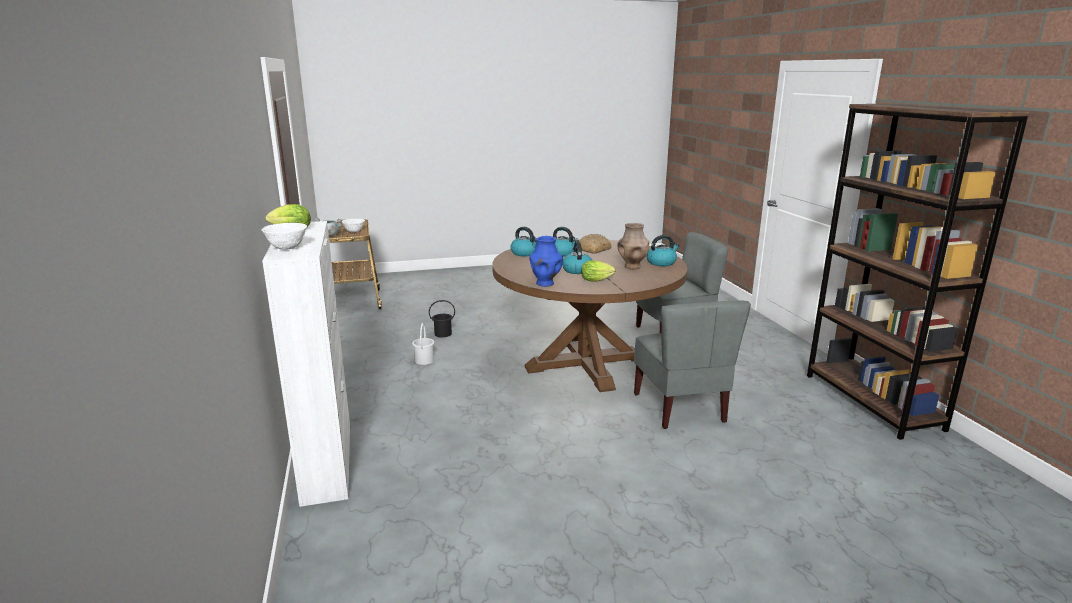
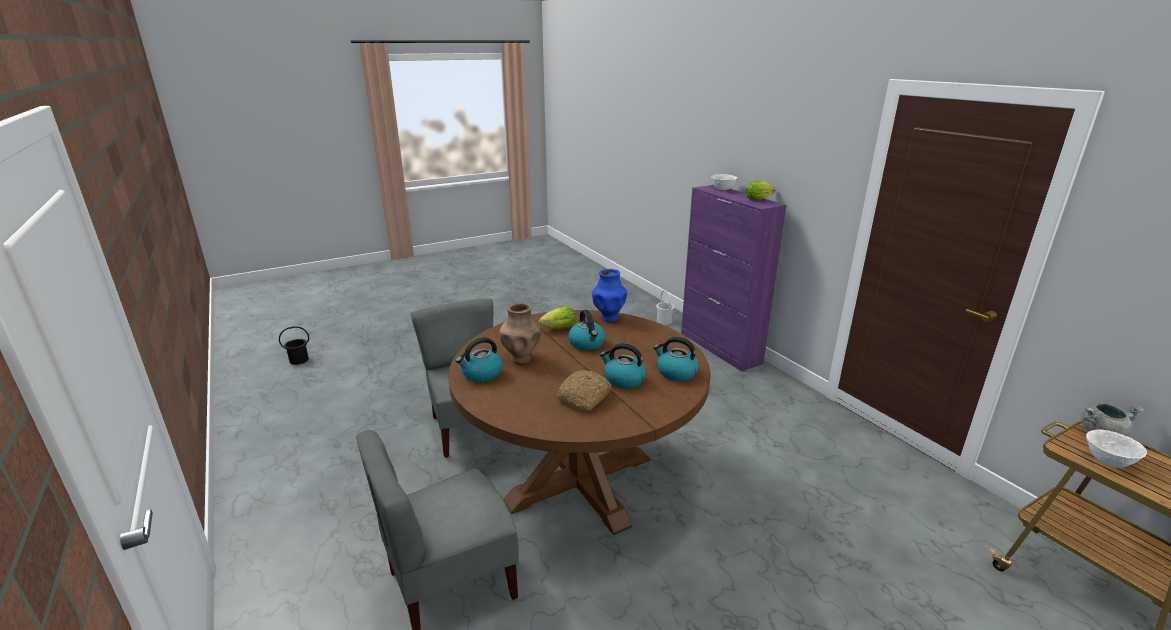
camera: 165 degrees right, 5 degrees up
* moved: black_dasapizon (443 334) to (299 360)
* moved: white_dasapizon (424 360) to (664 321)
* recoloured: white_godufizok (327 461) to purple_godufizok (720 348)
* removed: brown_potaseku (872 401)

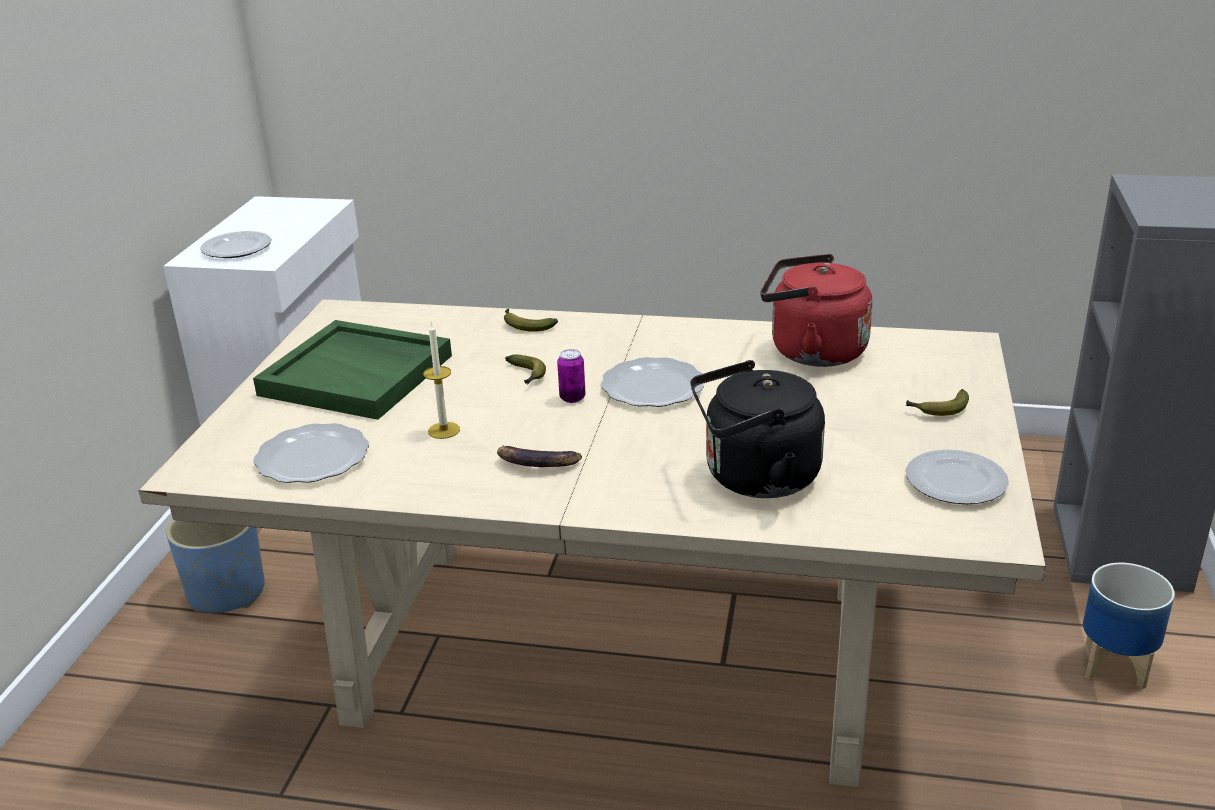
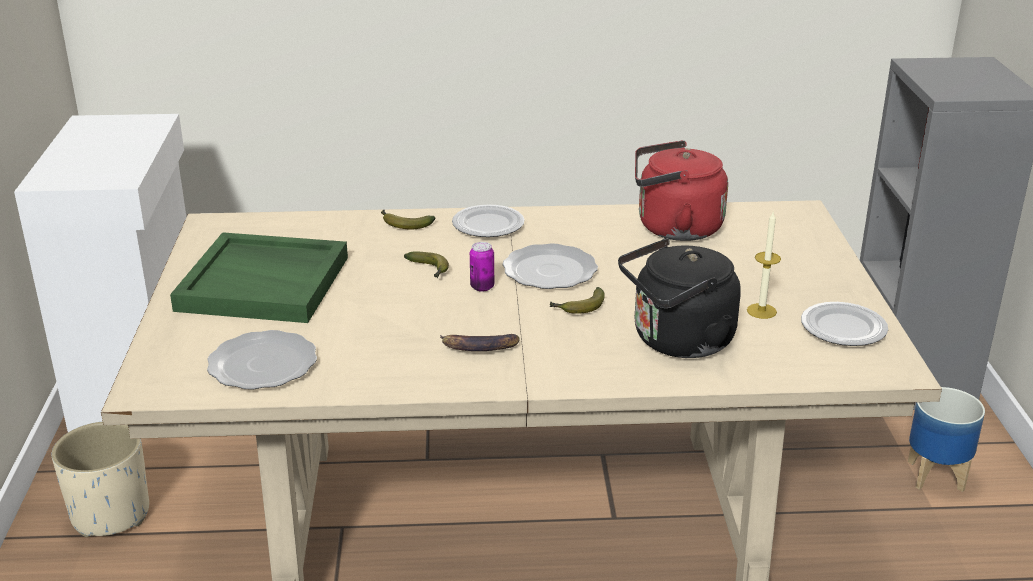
camera: 15 degrees left, 0 degrees up
* recoloured: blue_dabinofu (227 592) to beige_dabinofu (111 514)
* moved: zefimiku (237 249) to (488 225)
* moved: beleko (938 410) to (579 308)
* moved: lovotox (444 430) to (761 311)

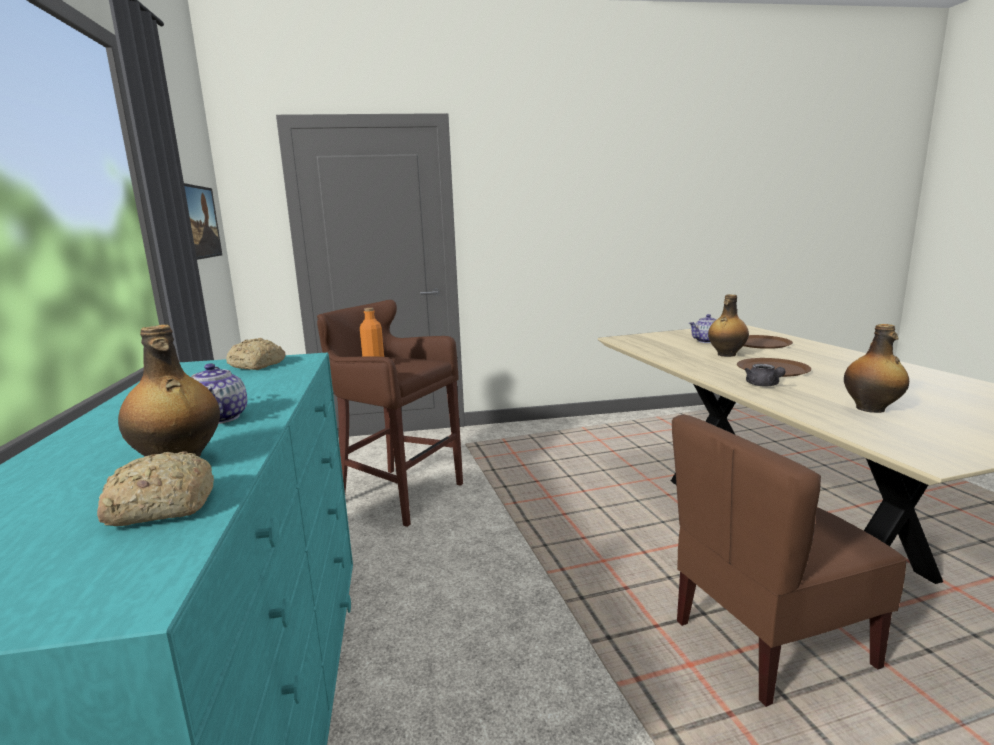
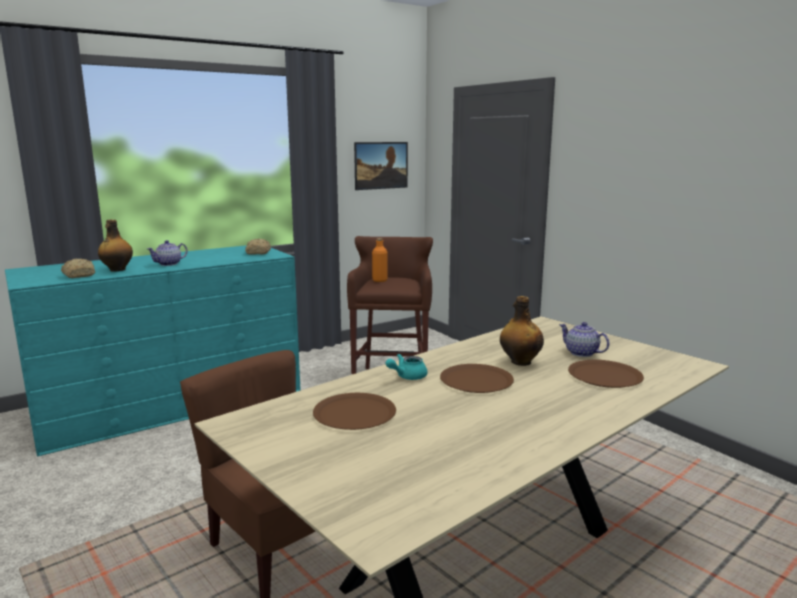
camera: 65 degrees right, 0 degrees up
* replaced: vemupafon (871 409) to brown_zefimiku (354 413)
* recoloured: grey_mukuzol (764 385) to turquoise_mukuzol (407 377)

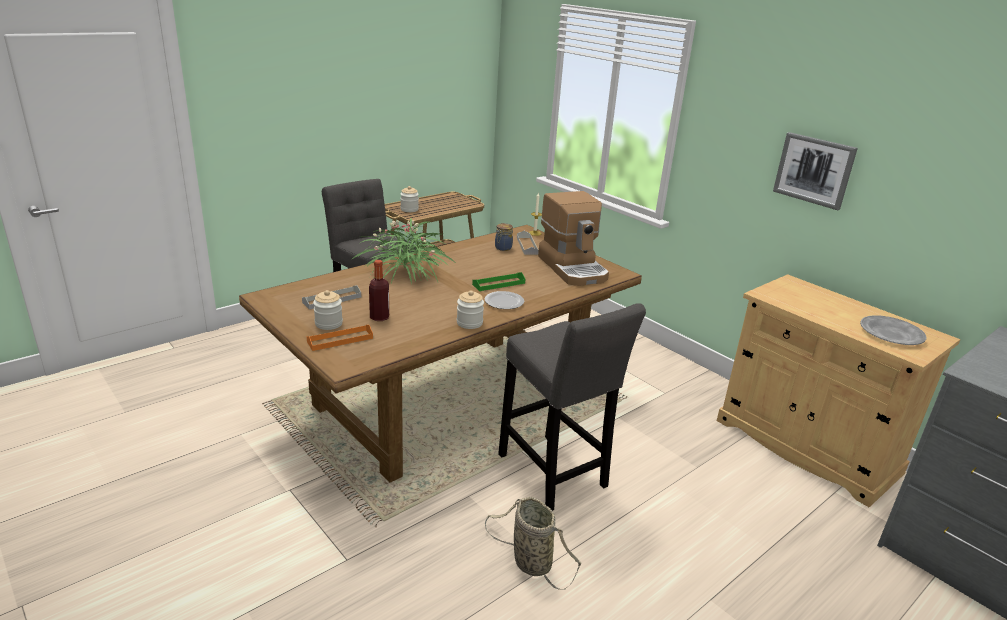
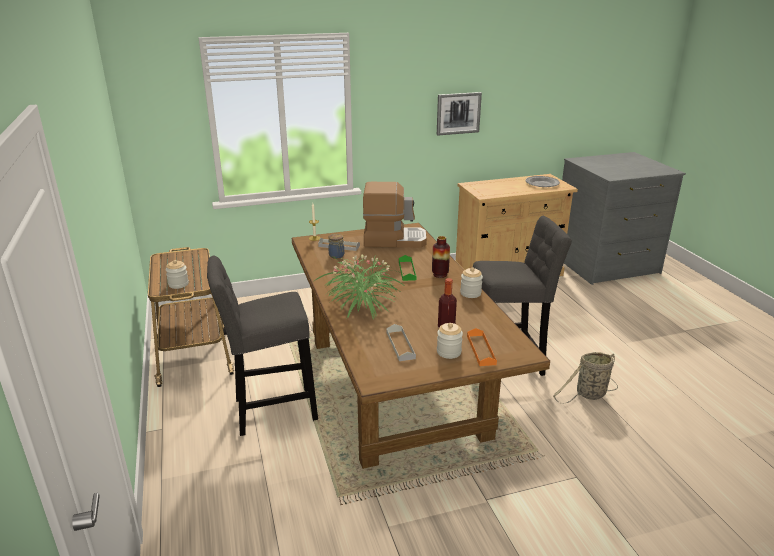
camera: 65 degrees left, 0 degrees up
* replaced: zefimiku (504 302) to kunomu (440 274)

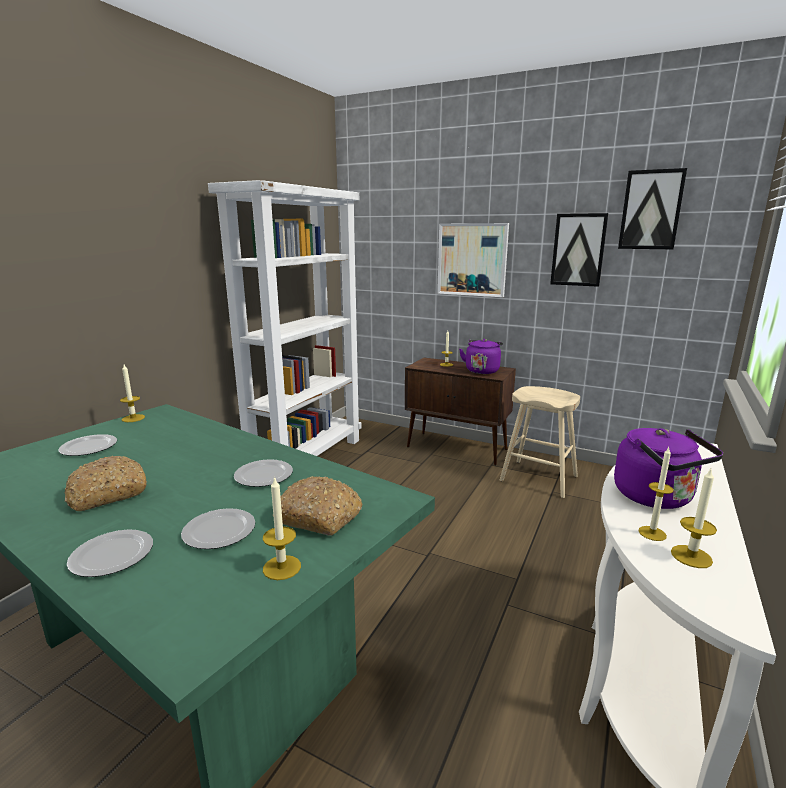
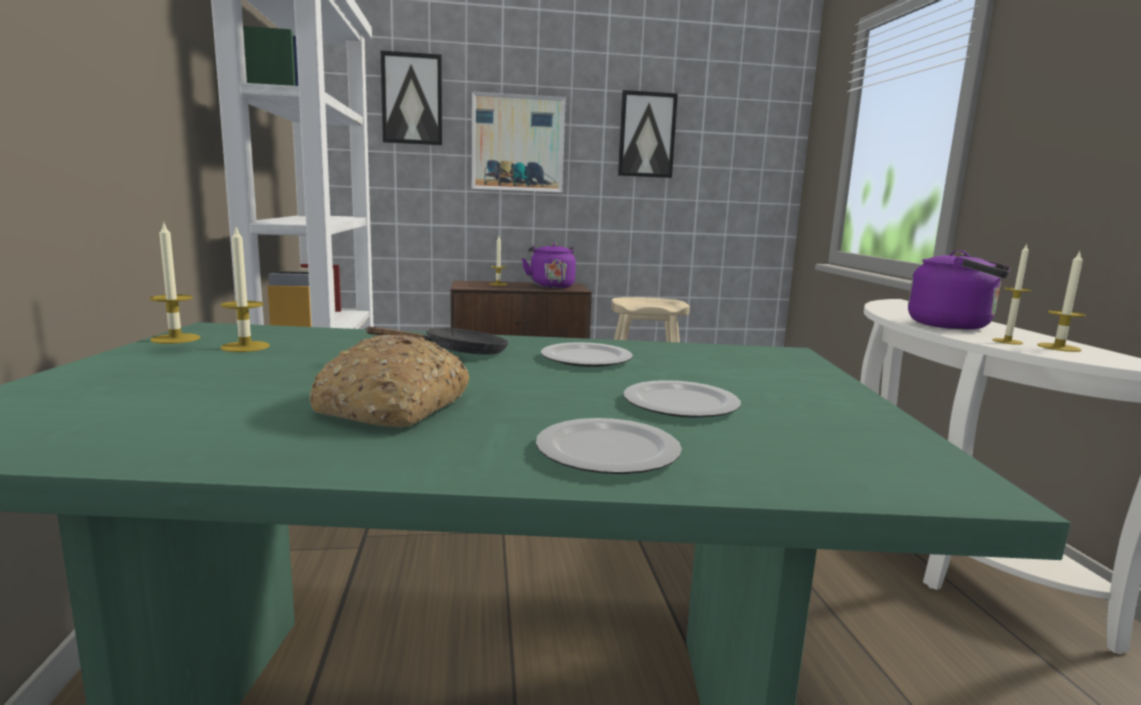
camera: 35 degrees left, 5 degrees down
* moved: lovotox (282 567) to (245 347)
* added: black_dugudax (457 353)
* moved: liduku (651 210) to (412 99)
* removed: zefimiku (88 447)
* removed: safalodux (320 516)

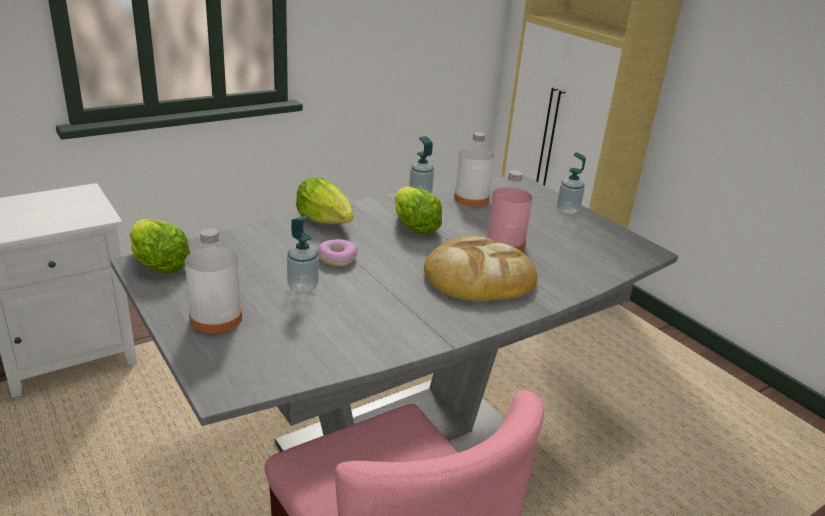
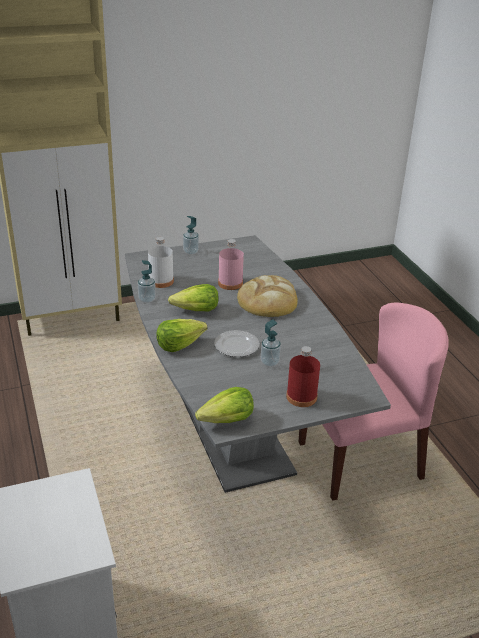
camera: 75 degrees left, 5 degrees up
* replaced: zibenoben (337 258) to zefimiku (236 346)
* recoloured: white_vemupafon (216 318) to red_vemupafon (301 397)

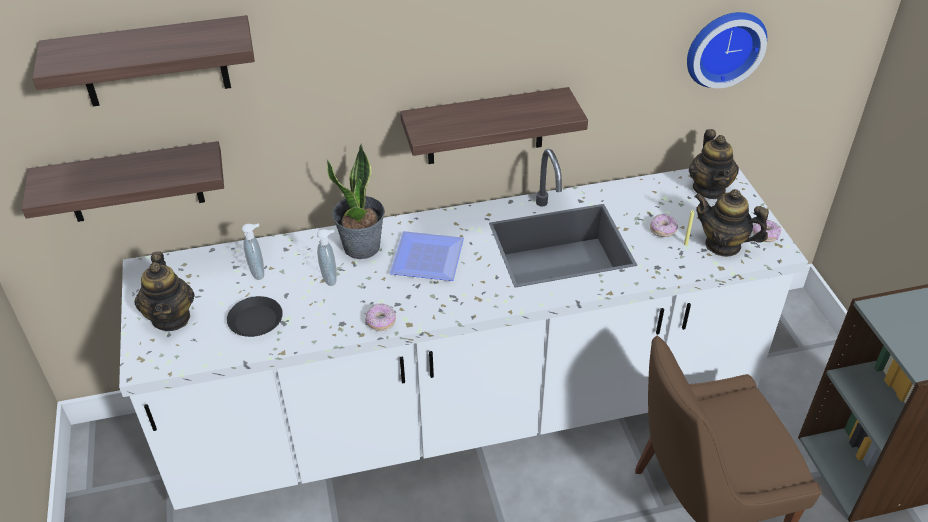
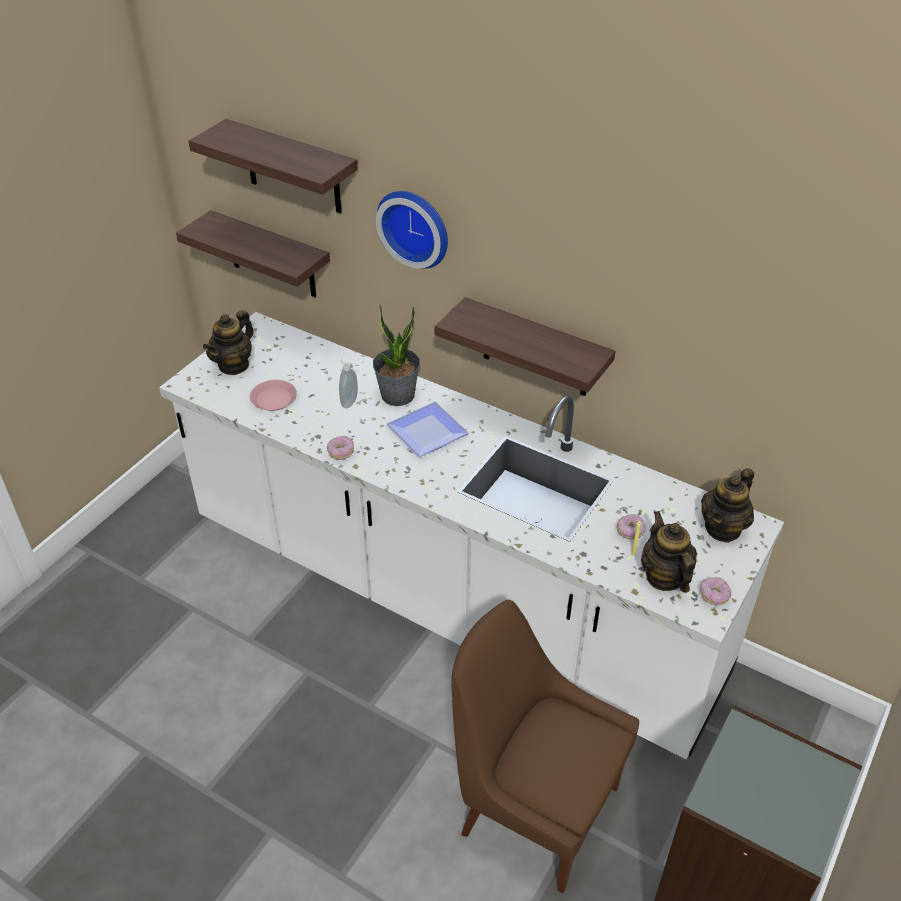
camera: 45 degrees right, 0 degrees up
* recoloured: black_zefimiku (256 320) to pink_zefimiku (274 399)
* moved: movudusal (723 47) to (416 226)
* removed: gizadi (259 272)

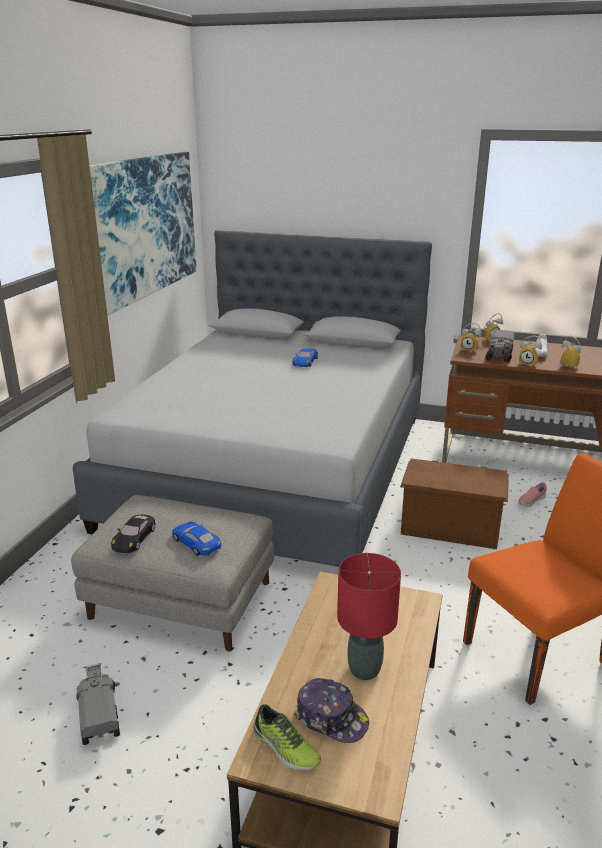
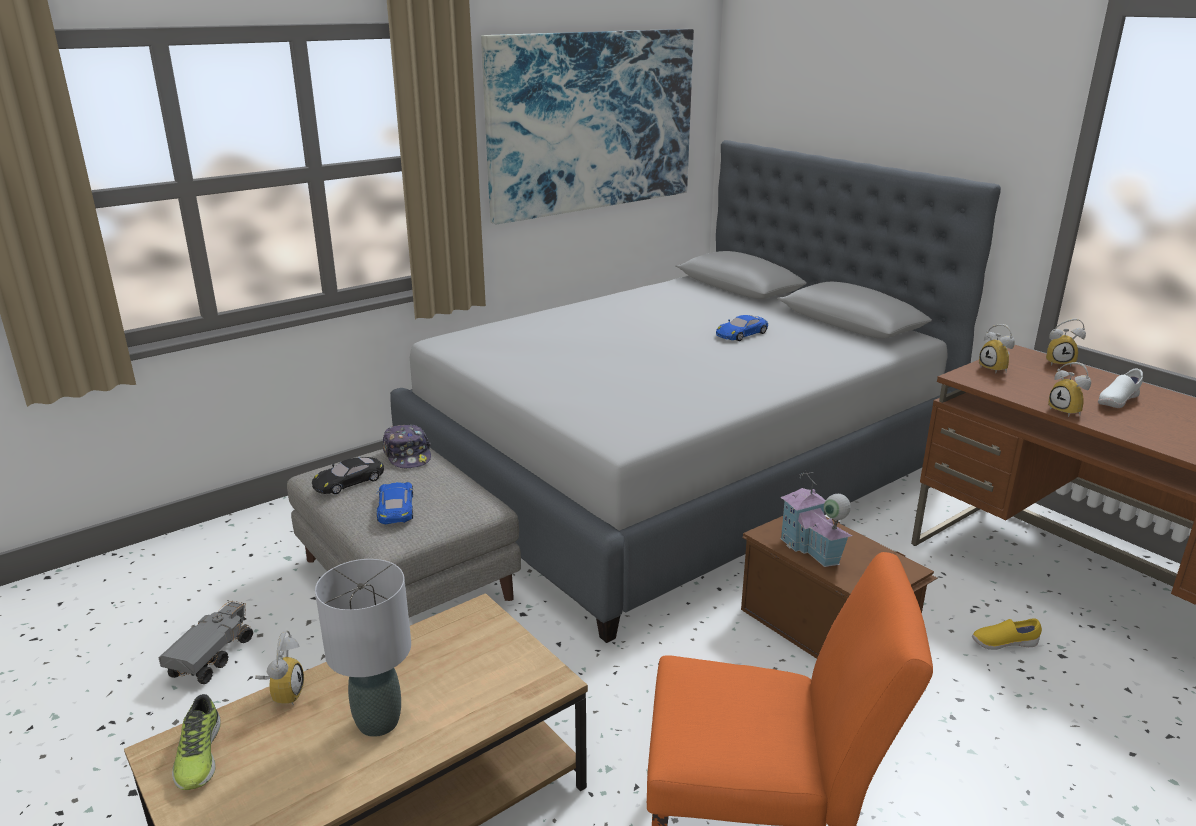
camera: 35 degrees right, 0 degrees up
* moved: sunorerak (566 366) to (283 693)
* recoloured: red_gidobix (364 669) to grey_gidobix (378 721)
* moved: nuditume (331 718) to (407 455)
* added: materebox (810 549)
* recoloured: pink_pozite (531 501) to yellow_pozite (1003 643)
* removed: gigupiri (499 355)

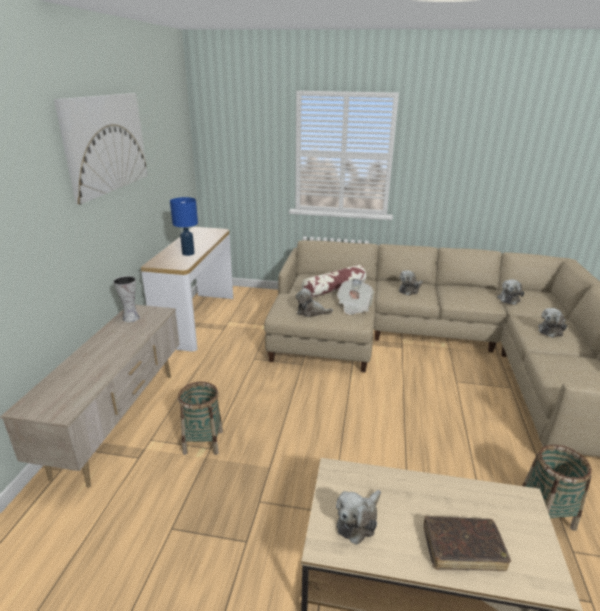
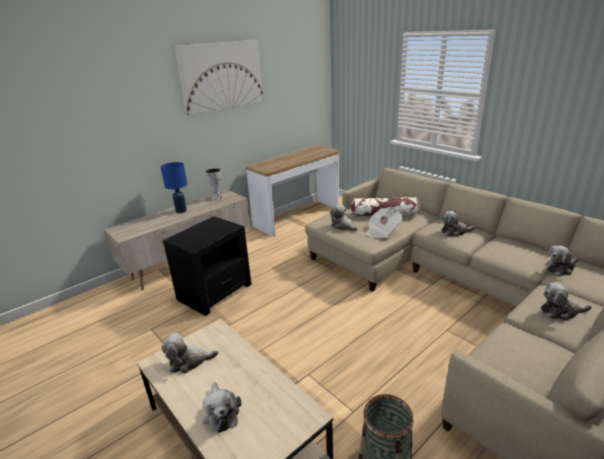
camera: 40 degrees right, 0 degrees up
* moved: blue_gidobix (188 253) to (181 210)
* replaced: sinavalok (203 442) to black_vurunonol (215 292)
* replaced: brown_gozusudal (463 548) to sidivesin (221 413)

